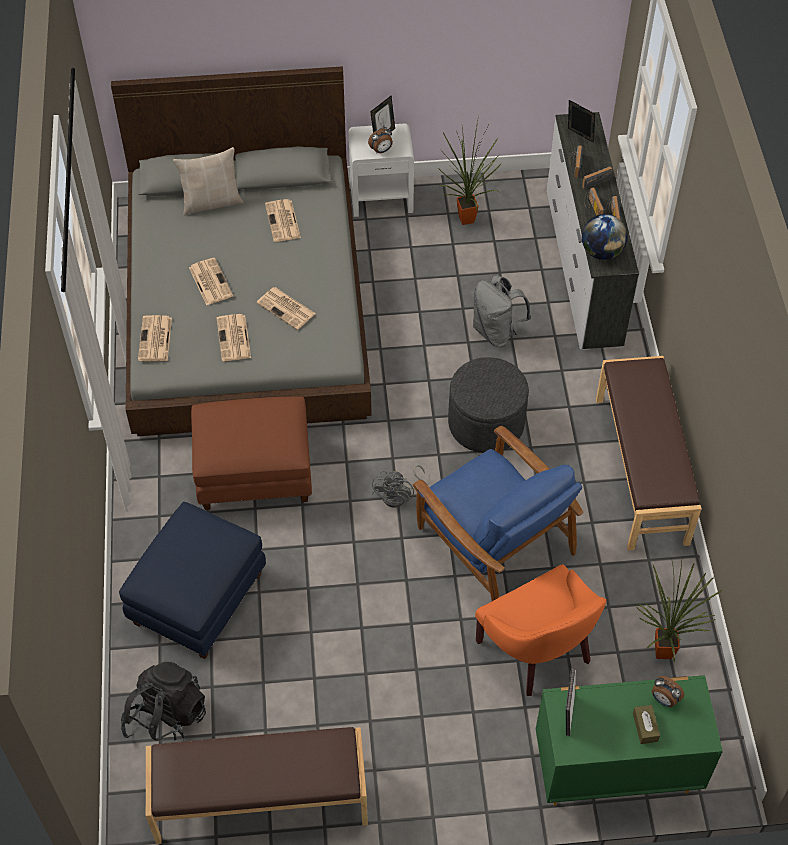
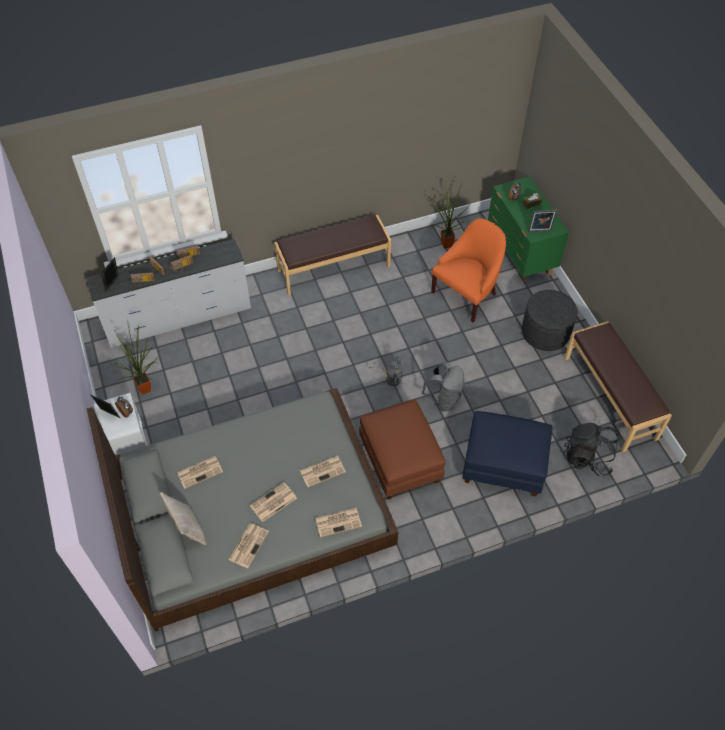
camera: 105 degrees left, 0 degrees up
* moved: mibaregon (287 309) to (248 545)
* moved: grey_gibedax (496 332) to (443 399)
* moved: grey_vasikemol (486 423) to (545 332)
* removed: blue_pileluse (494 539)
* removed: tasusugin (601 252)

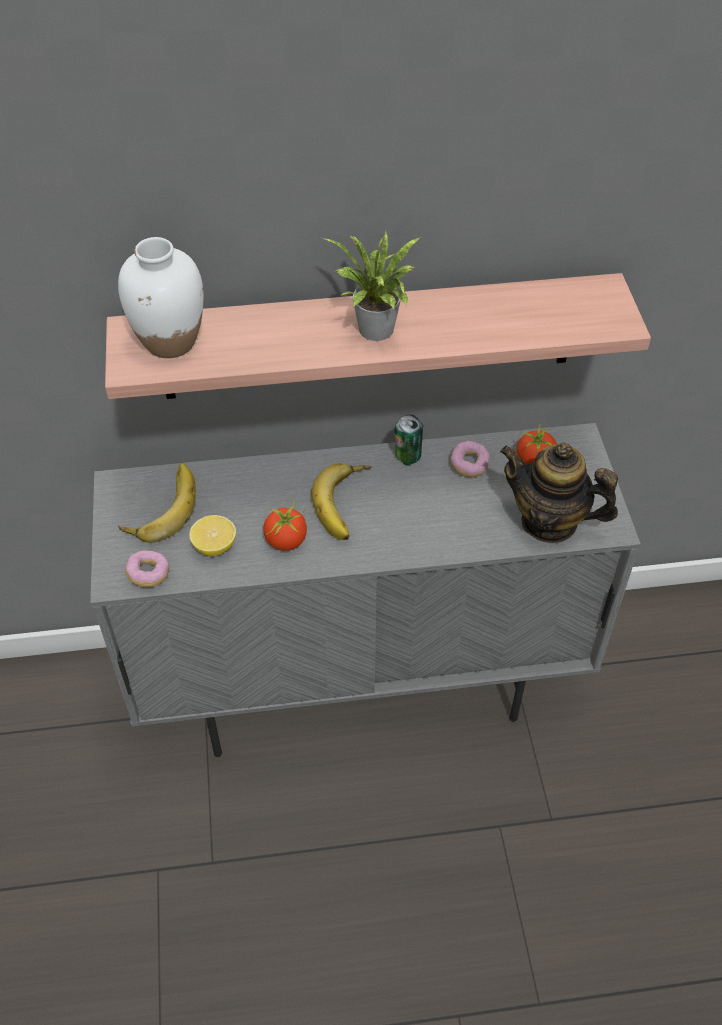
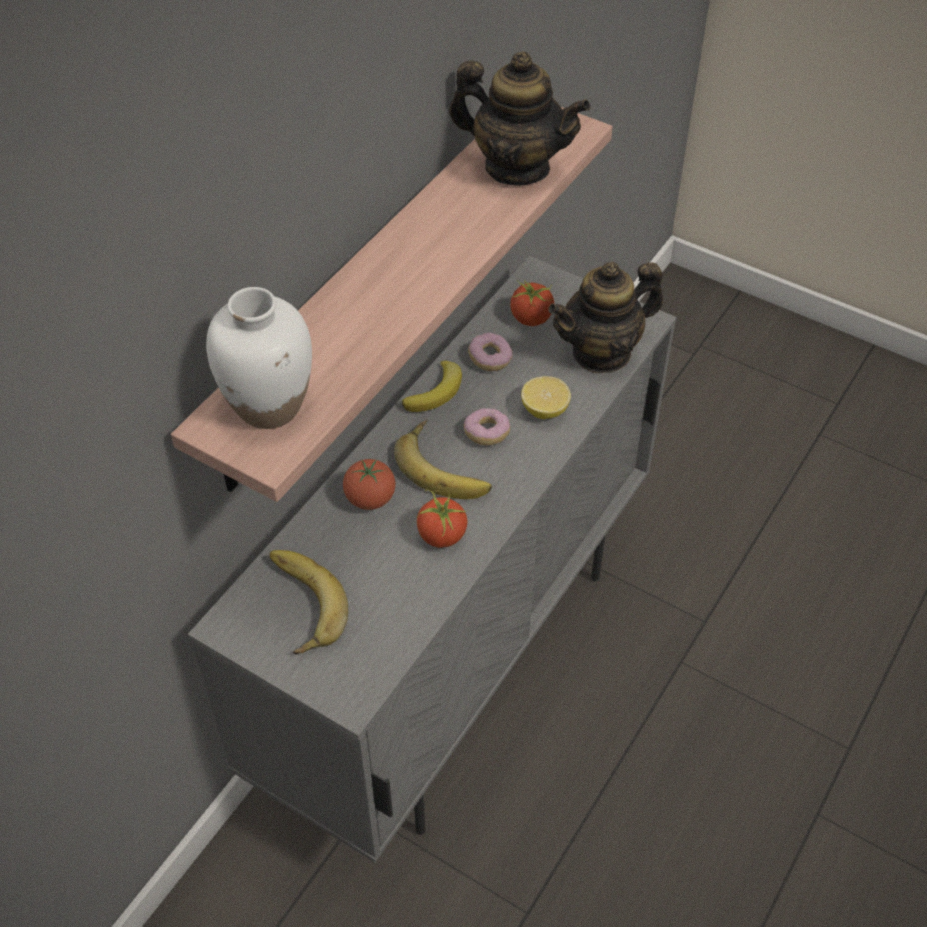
camera: 50 degrees left, 0 degrees up
* added: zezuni (370 499)
* replaced: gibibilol (407 457) to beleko (436 391)
* added: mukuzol (516 167)
* moved: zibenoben (149 574) to (486 433)
* moved: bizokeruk (214 546) to (544 410)
* removed: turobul (375 332)

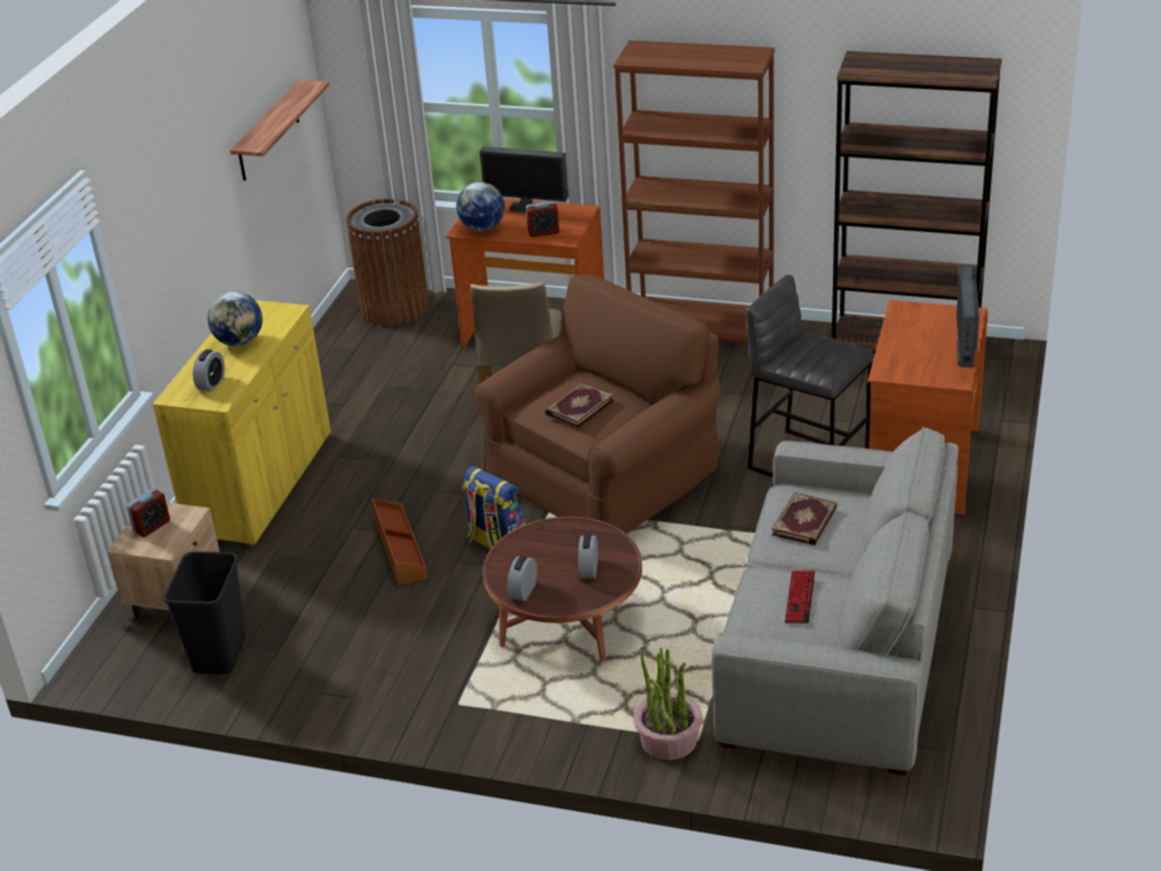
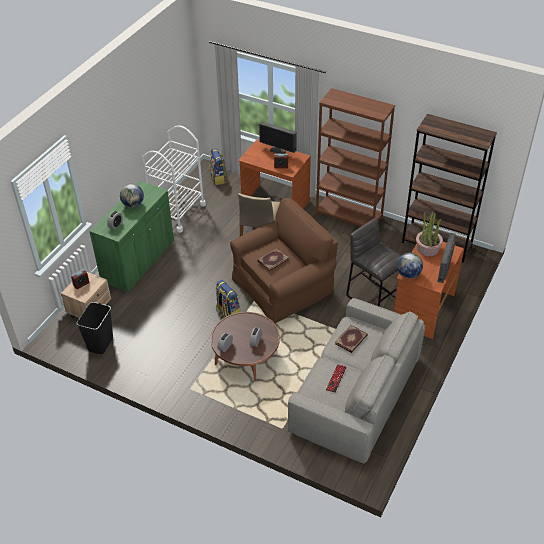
camera: 10 degrees right, 10 degrees up
* recoloured: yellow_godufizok (261 484) to green_godufizok (138 261)
* added: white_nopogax (177 212)
* replaced: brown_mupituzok (395 308) to gibedax (218 178)
* moved: tasusugin (482 228) to (408 274)
* moved: turobul (668 740) to (427 248)
* removed: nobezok (268 132)
* removed: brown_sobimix (399 549)

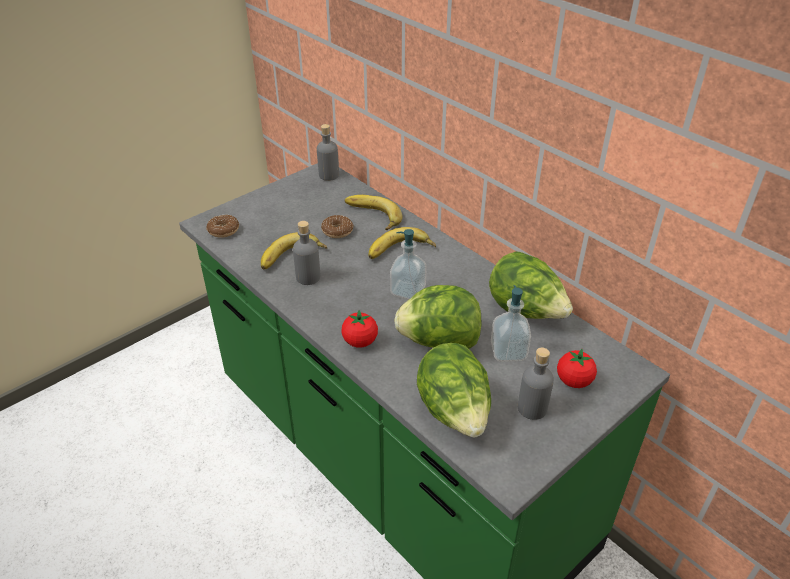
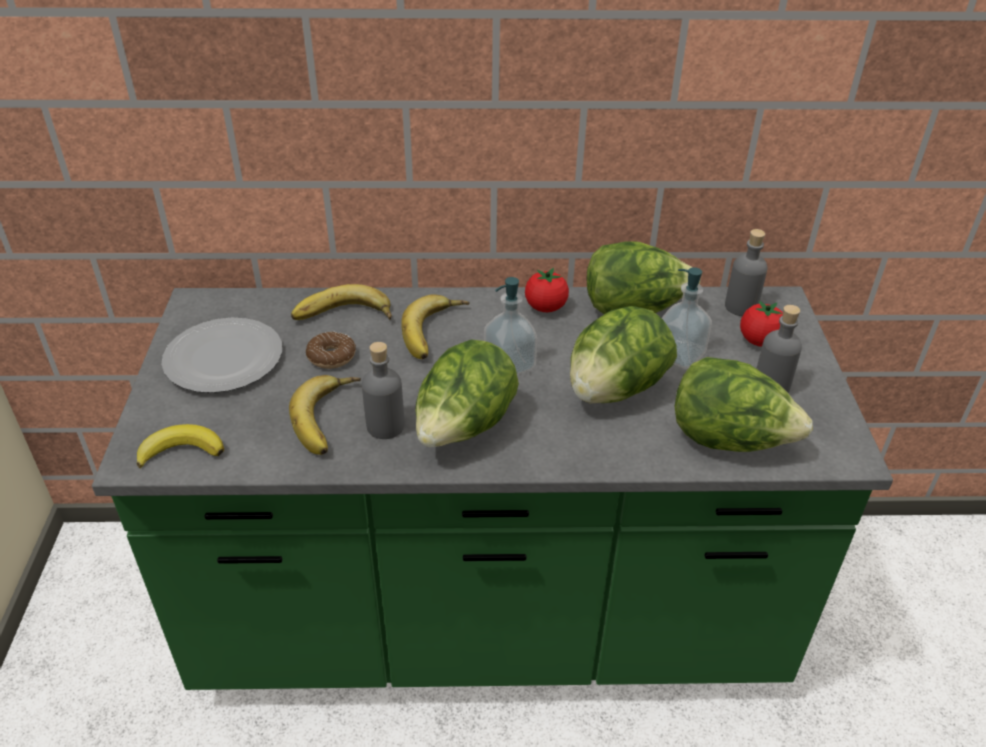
camera: 50 degrees left, 0 degrees up
* replaced: zibenoben (223 230) to beleko (181 450)
* added: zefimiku (225 358)
* added: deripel (464 428)
* moved: zezuni (360 341) to (545 307)
* moved: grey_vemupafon (329 175) to (740 307)

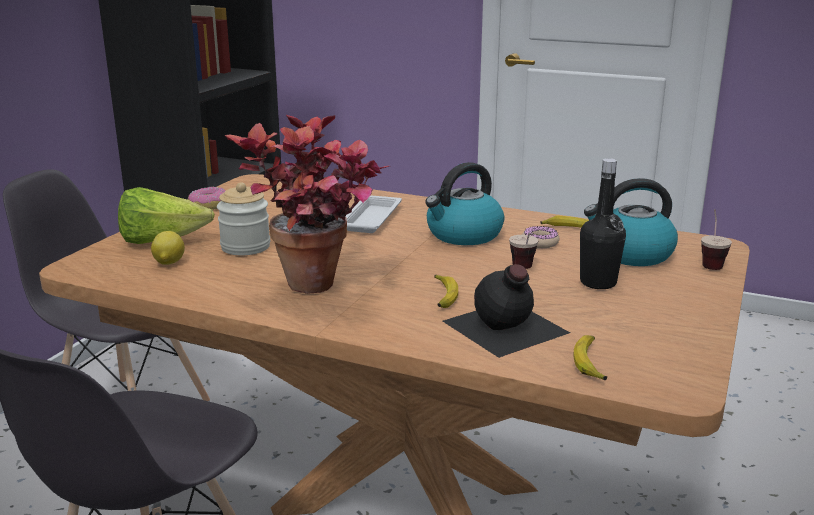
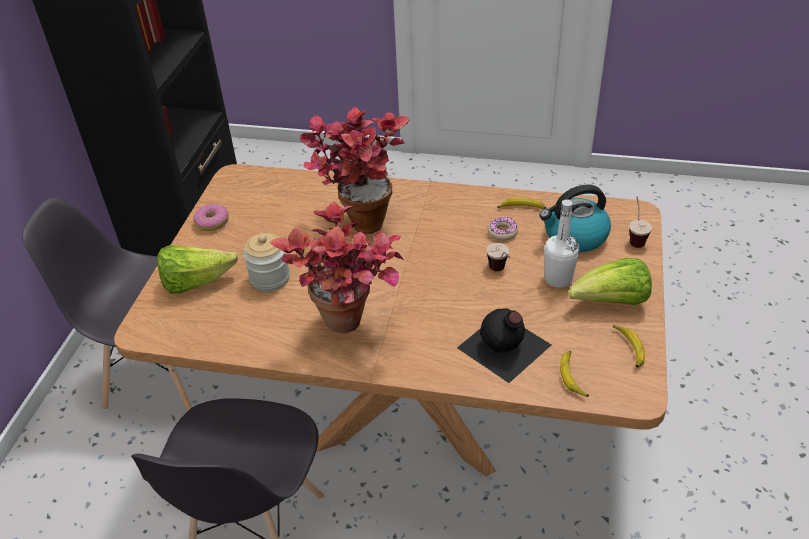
camera: 10 degrees left, 20 degrees up
* replaced: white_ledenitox (371 218) to turobul (358 219)
* recoloured: black_vemupafon (598 282) to white_vemupafon (558 279)
* added: deripel (611 302)
* moved: beleko (443 296) to (629 349)
* removed: bizokeruk (168 263)
* removed: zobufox (463 235)

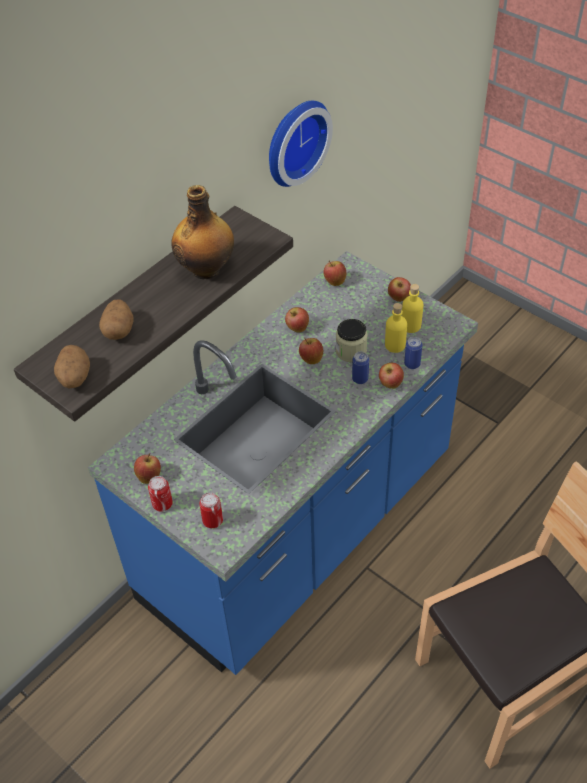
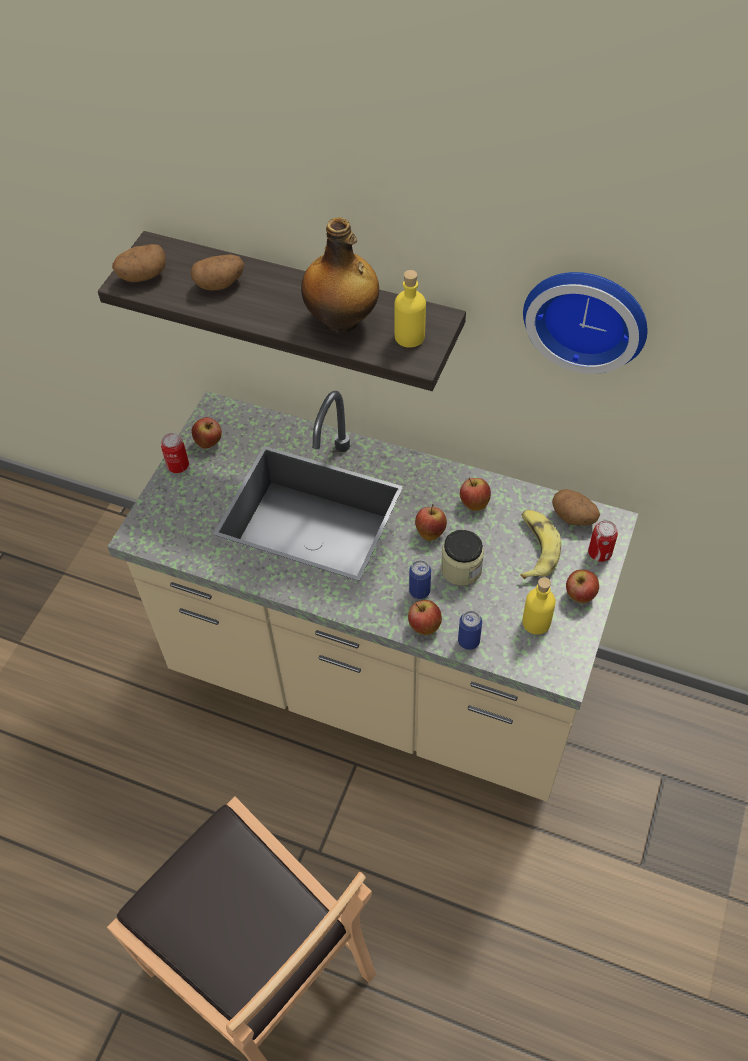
camera: 70 degrees right, 5 degrees up
* recoloured: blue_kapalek (300 530) to beige_kapalek (379 678)
* moved: yellow_vemupafon (395 345) to (409 337)
* added: beleko (535 548)
* replaced: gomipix (334 281) to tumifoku (574 517)
* moved: gibibilol (213 520) to (599 553)

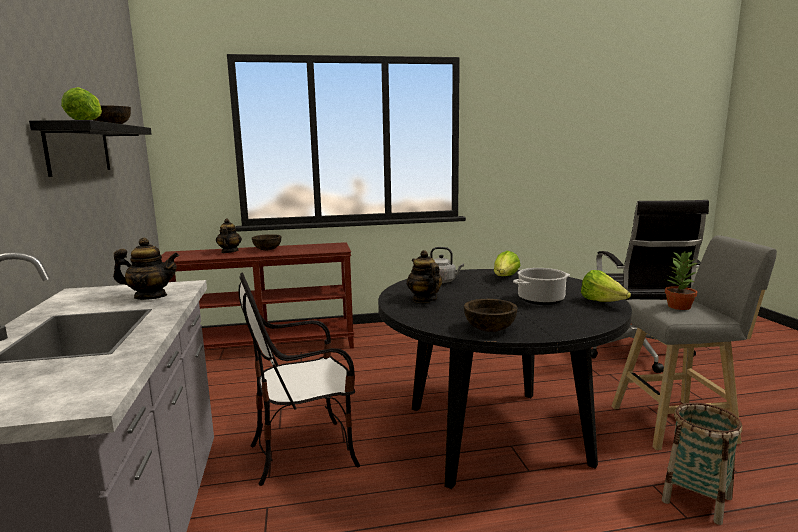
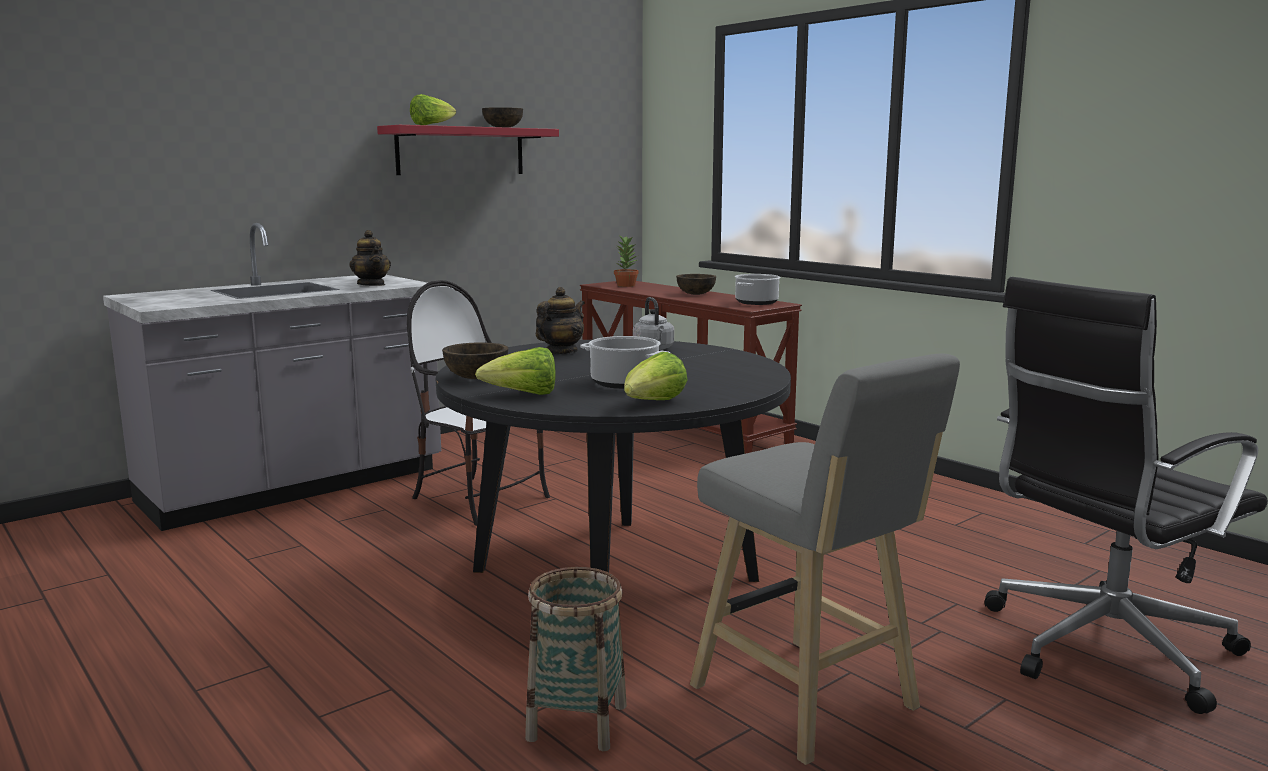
camera: 60 degrees right, 0 degrees up
* recoloured: black_nobezok (79 149) to red_nobezok (461 151)
* moved: deripel (505 278) to (523 395)
* moved: turobul (678 306) to (625 285)
* added: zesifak (756 302)
* removed: mukuzol (229 251)

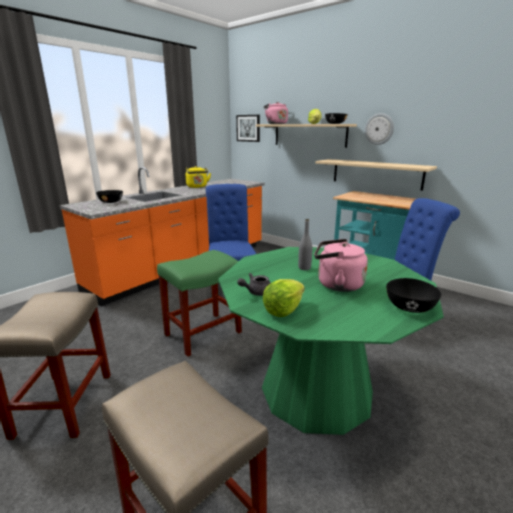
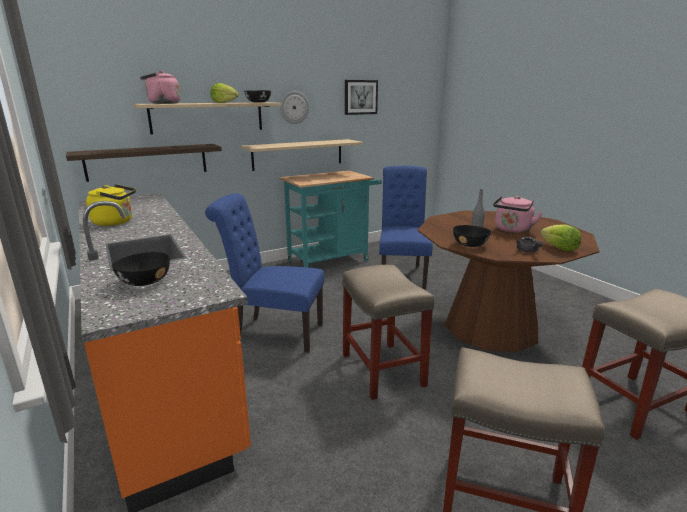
camera: 70 degrees left, 0 degrees up
* added: nobezok (147 161)
* recoloured: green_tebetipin (204 333) to beige_tebetipin (381 369)
* moved: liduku (248 128) to (360 97)
* recoloured: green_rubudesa (316 390) to brown_rubudesa (491 327)
* moved: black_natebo (410 307) to (470 245)

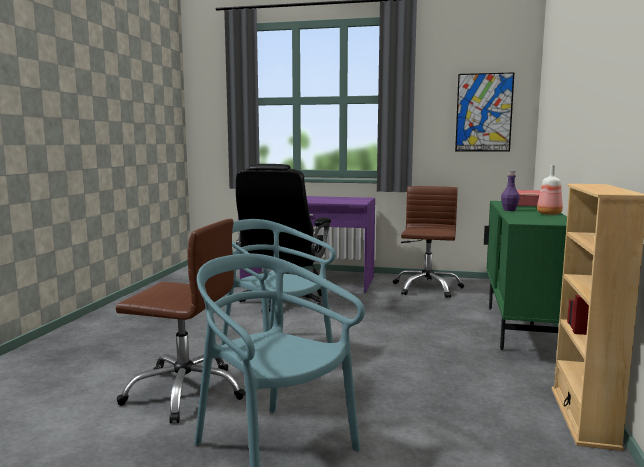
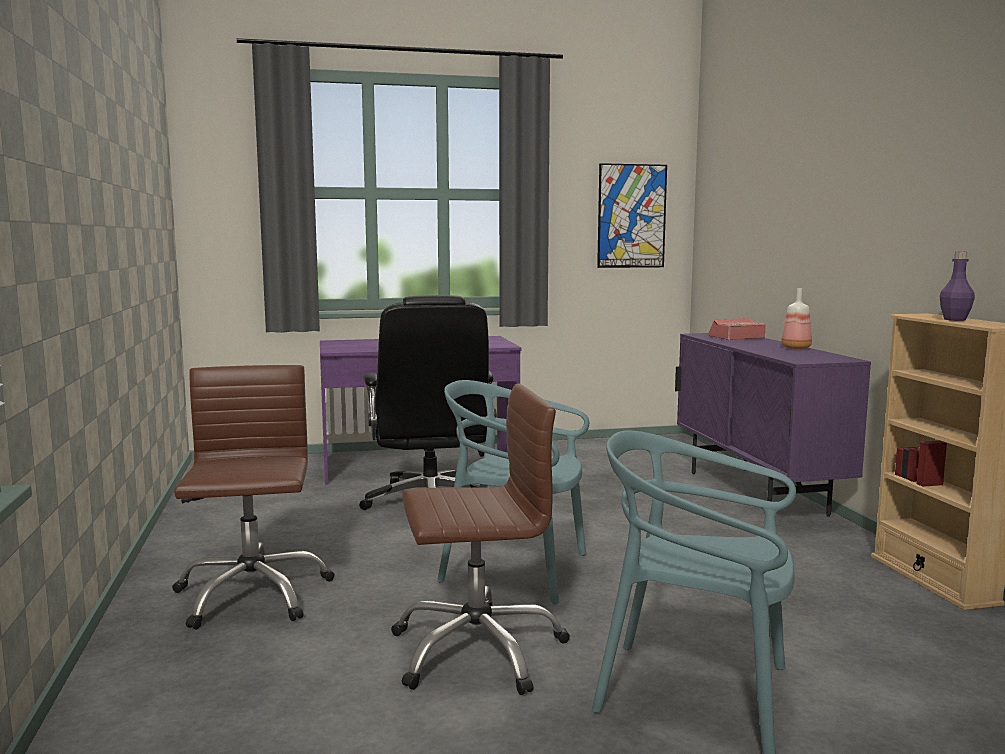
camera: 25 degrees left, 0 degrees up
* moved: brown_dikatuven (427 288) to (252 594)
* recoloured: green_godufizok (520 329) to purple_godufizok (756 493)
* moved: purple_vemupafon (509 210) to (954 319)

